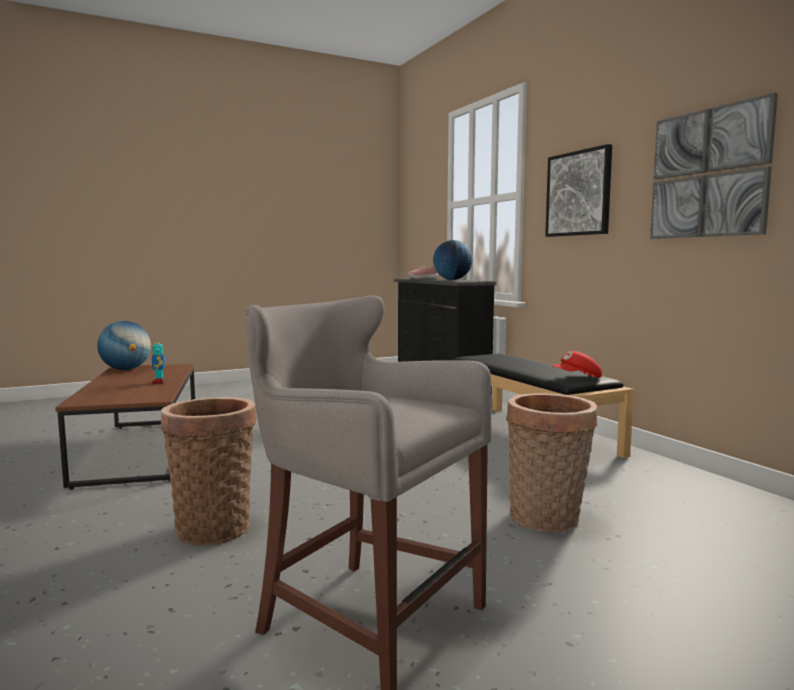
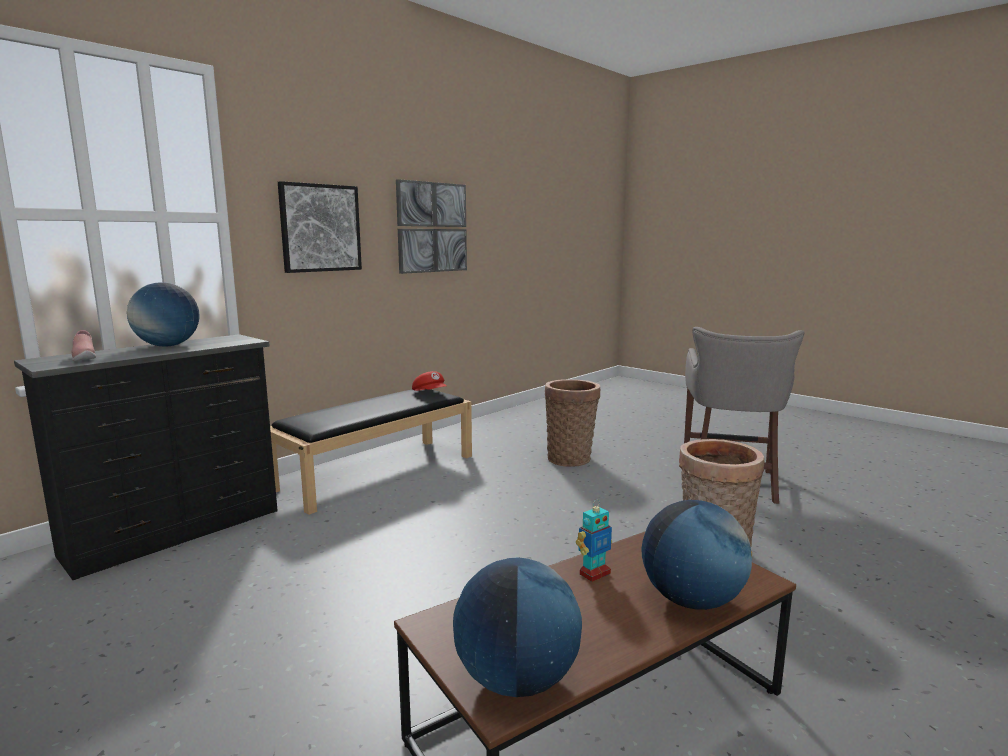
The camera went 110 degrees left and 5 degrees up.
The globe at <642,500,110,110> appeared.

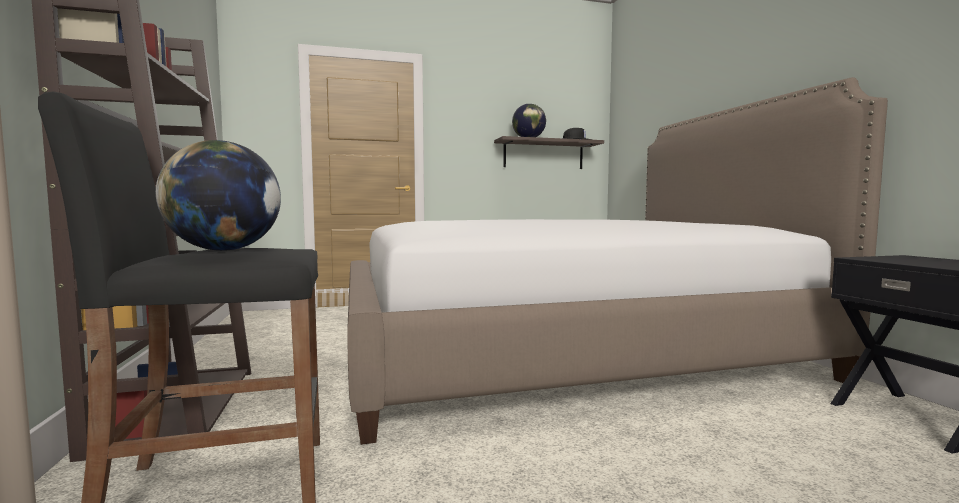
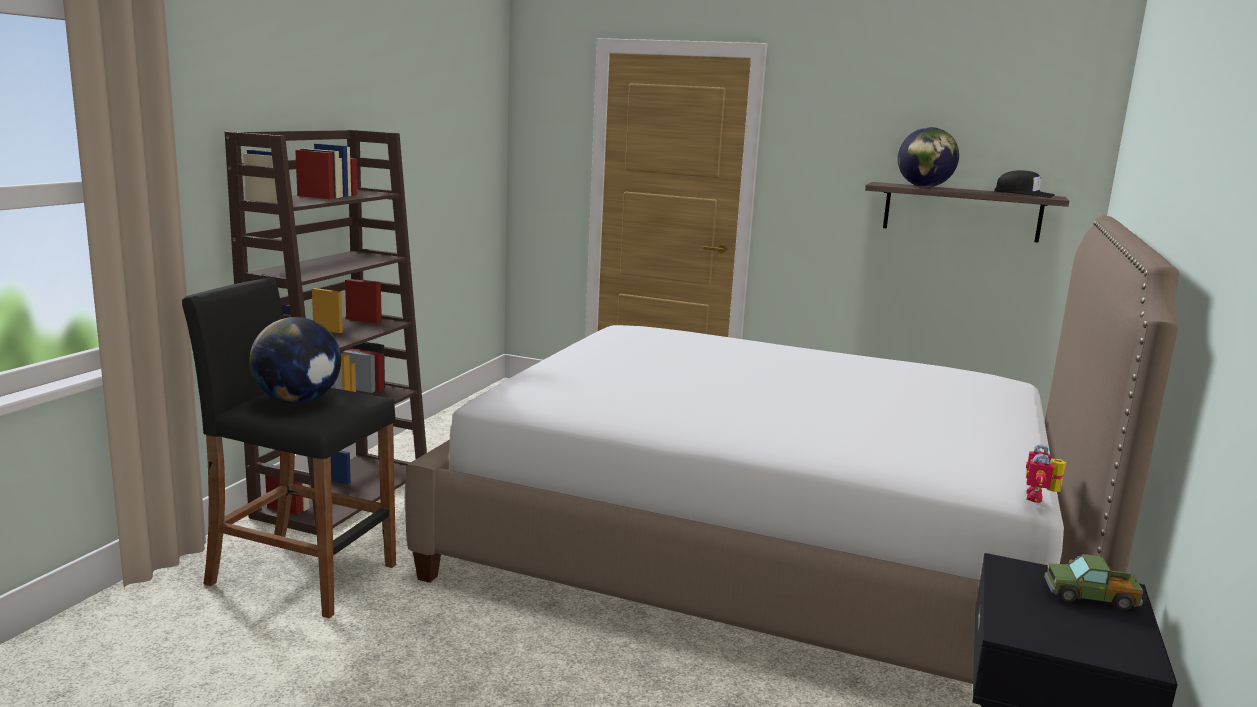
The camera went 35 degrees right and 10 degrees up.
The robot jouet at <1026,445,40,58> appeared.
The camion jouet at <1044,554,99,56> appeared.

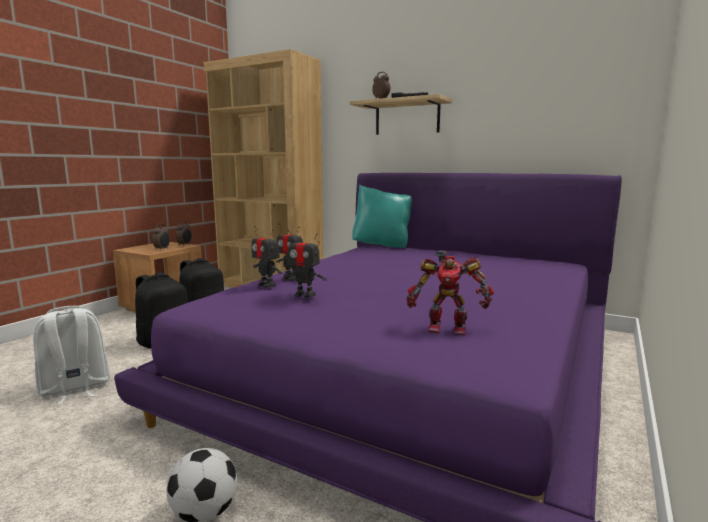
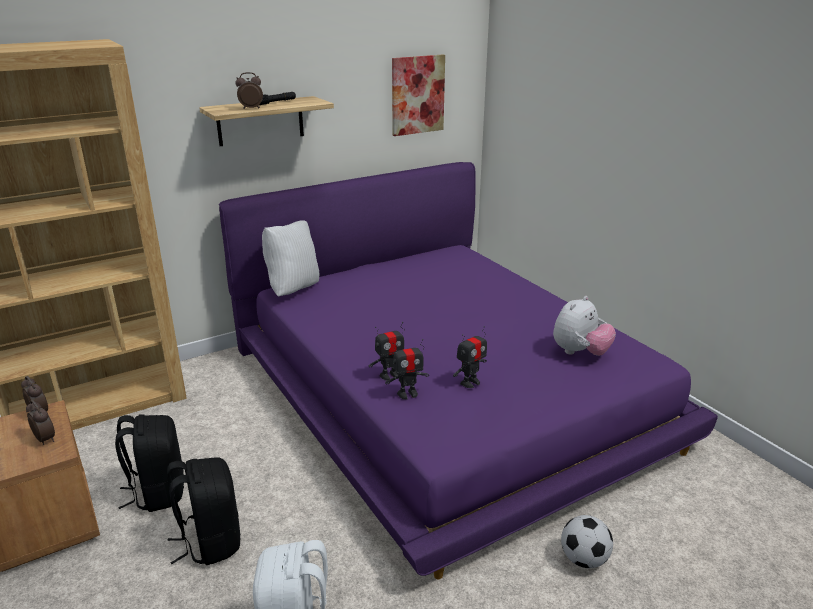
The camera went 60 degrees left and 15 degrees up.
The tableau at <392,55,53,81> appeared.
The robot jouet at <407,251,87,84> was replaced by the peluche at <553,296,63,60>.
The coussin/turquoise at <352,185,60,63> became the coussin/blanc at <262,220,57,76>.

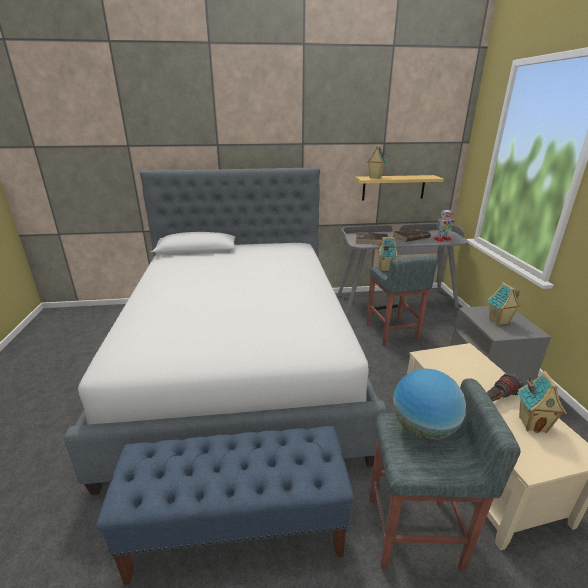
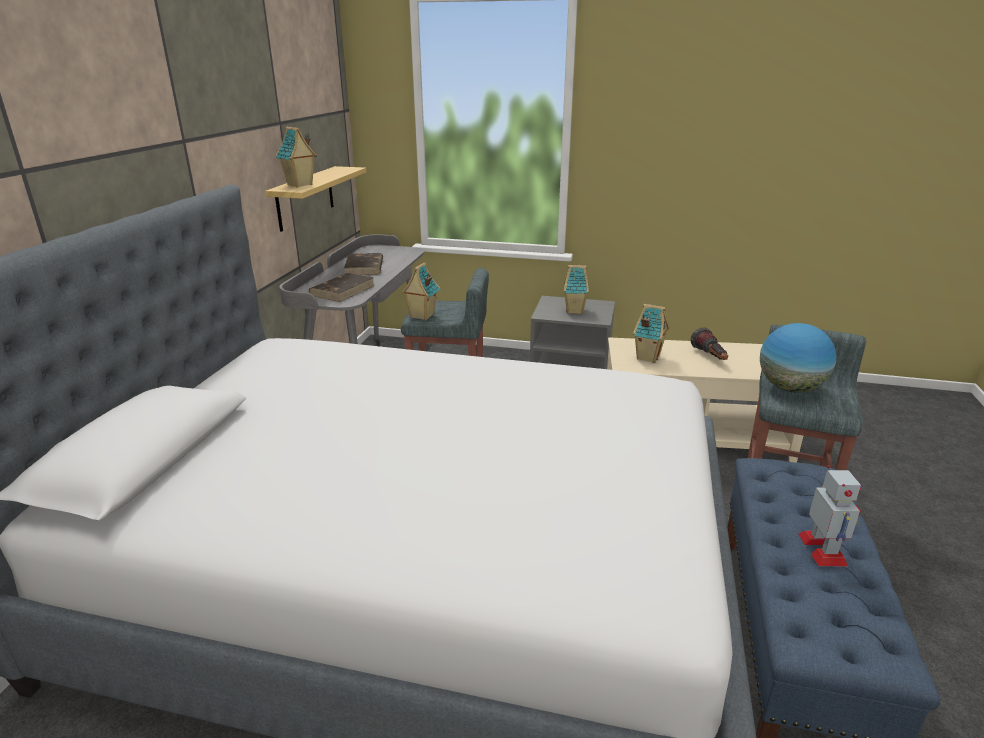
The camera went 70 degrees left and 0 degrees up.
The robot jouet moved from <434,209,19,33> to <799,465,62,101>.
The maison miniature moved from <517,371,50,62> to <633,304,36,59>.

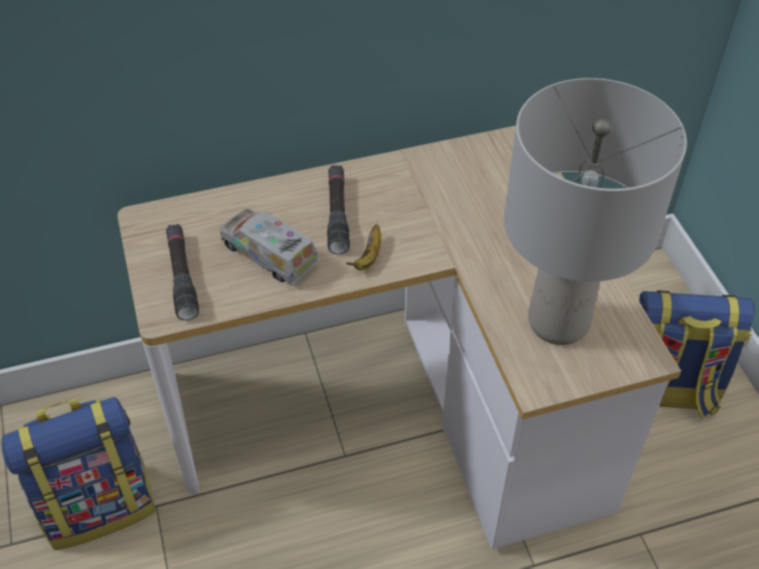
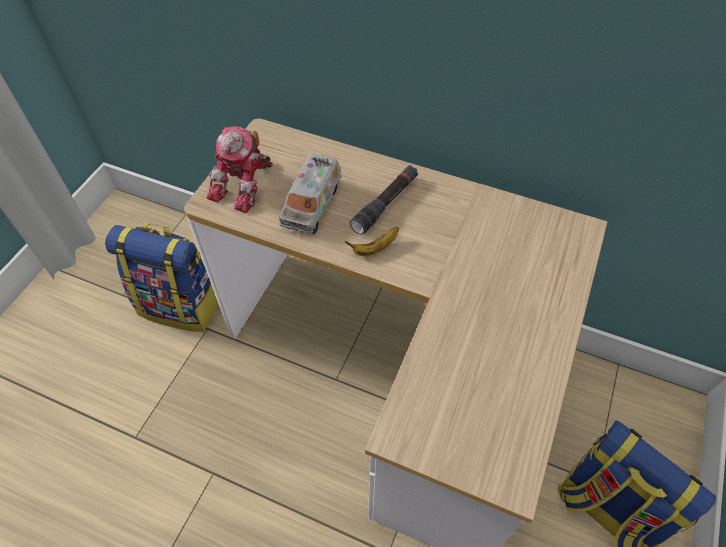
The camera went 40 degrees right and 5 degrees up.
The lampe de table/gris at <504,78,183,267> disappeared.
The lampe de poche/noir at <166,224,33,96> was replaced by the robot jouet at <206,126,67,87>.
The camion jouet at <220,208,98,77> turned 150 degrees counterclockwise.

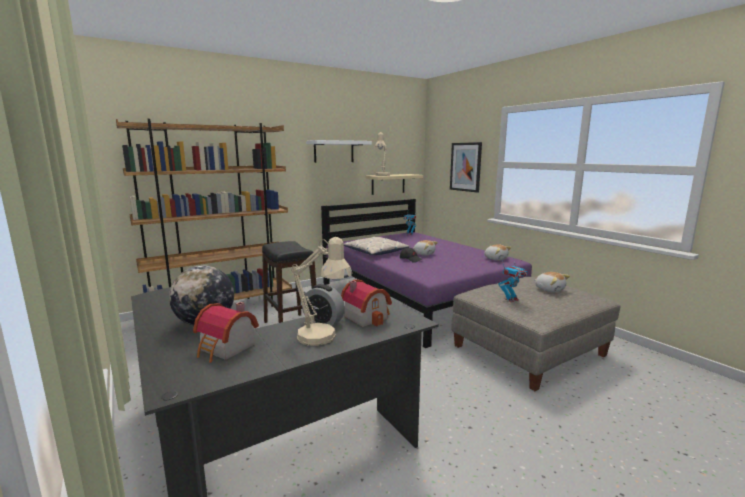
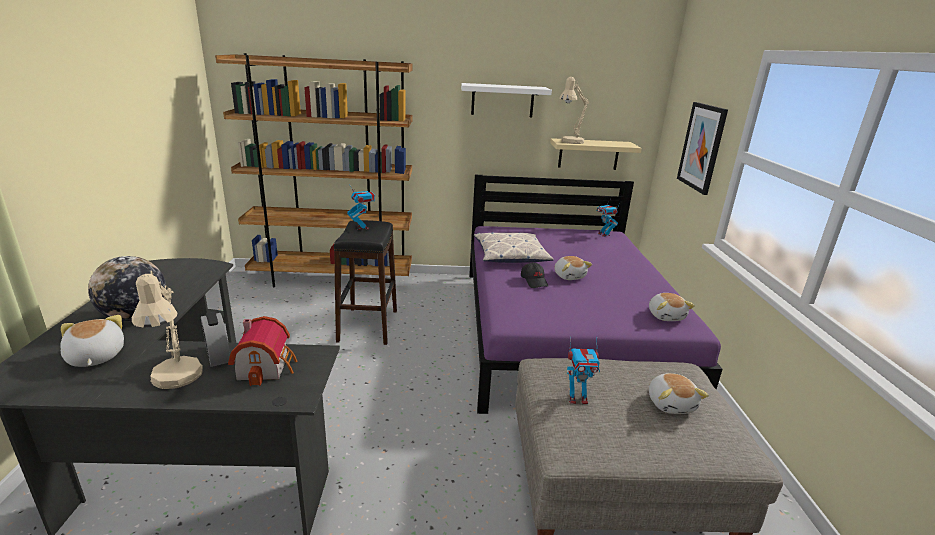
The camera went 30 degrees right and 10 degrees up.
The robot jouet at <347,184,28,46> appeared.
The maison miniature at <193,302,66,61> was replaced by the peluche at <60,315,64,52>.

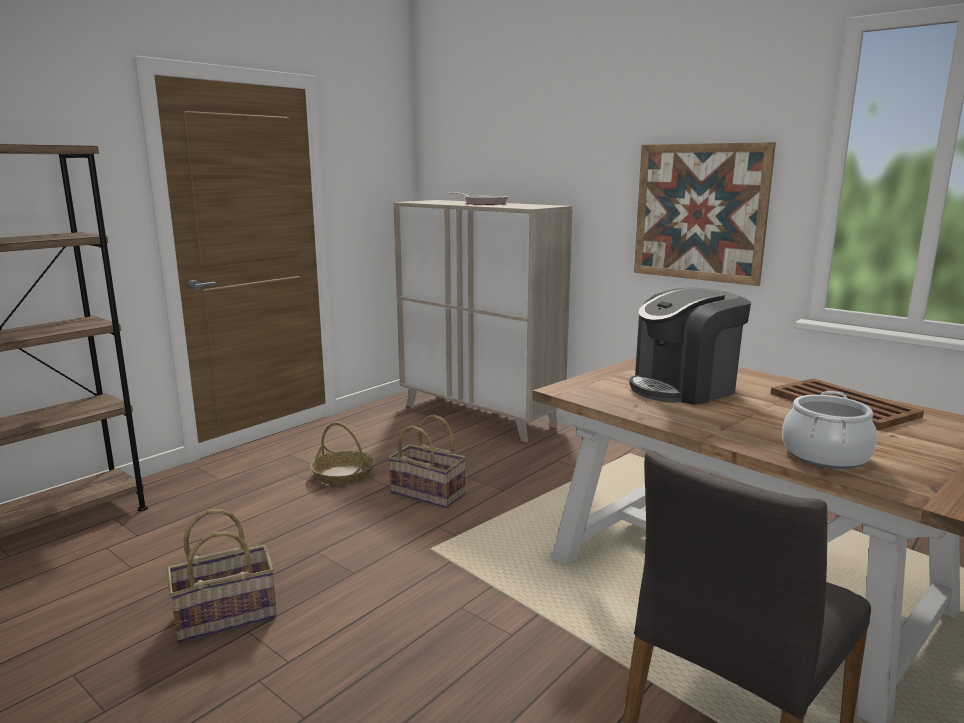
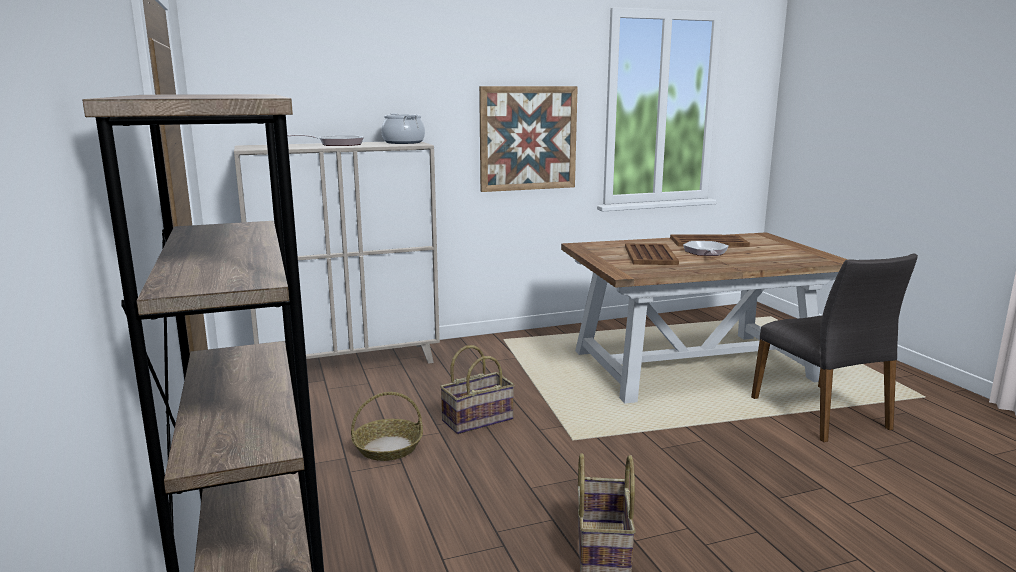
The camera went 60 degrees left and 0 degrees up.
The poêle at <683,241,46,15> appeared.
The marmite moved from <782,391,95,78> to <381,113,44,31>.
The machine à café at <629,288,122,117> was replaced by the plateau/marron at <625,243,54,22>.

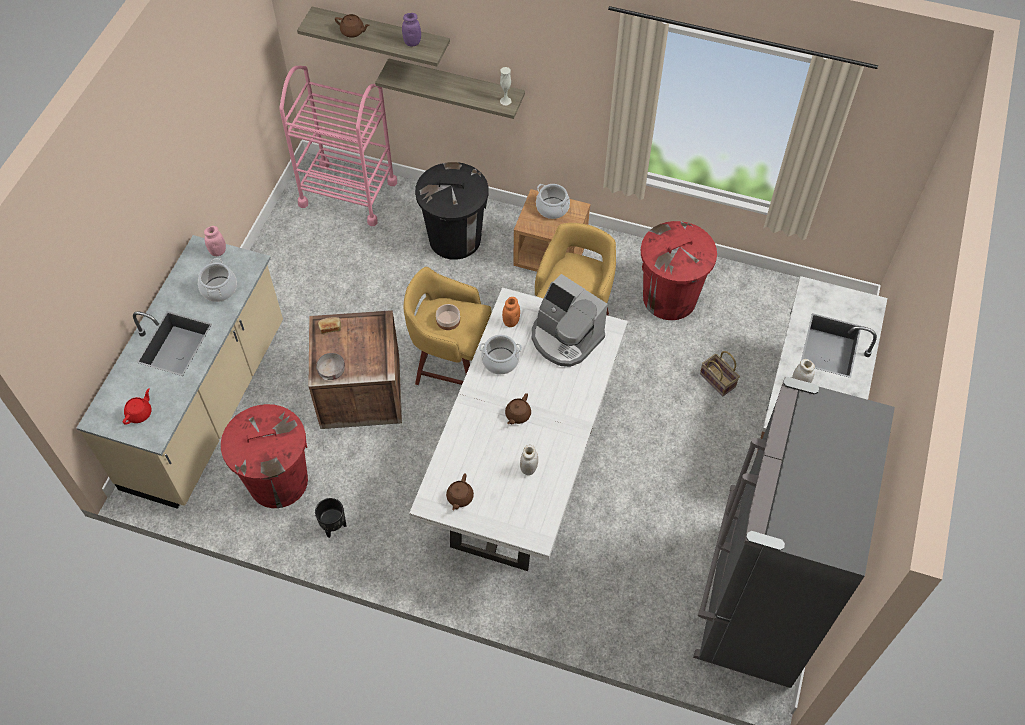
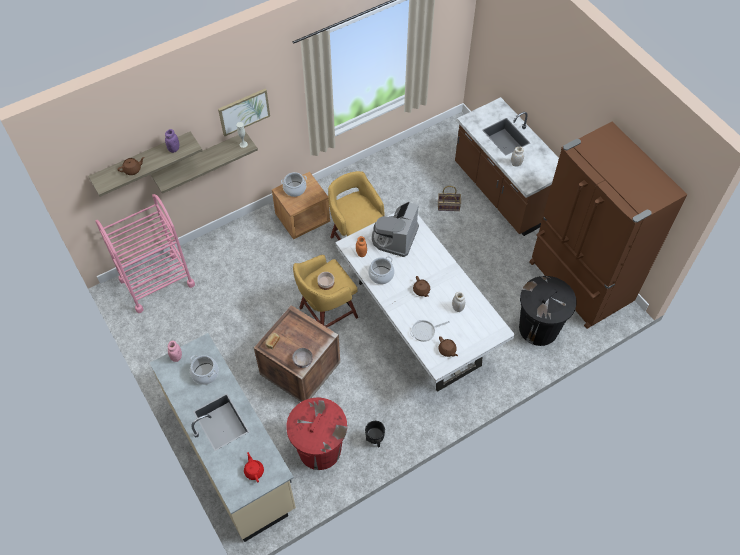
The camera went 50 degrees left and 0 degrees up.
The poubelle/rouge at <641,221,76,99> disappeared.
The tableau at <218,89,52,47> appeared.
The poêle at <410,320,40,22> appeared.
The poubelle/noir moved from <415,162,74,98> to <519,276,57,70>.
The réfrigérateur/gris at <693,377,202,311> became the réfrigérateur/marron at <530,122,158,207>.
The machine à café at <532,274,75,93> turned 120 degrees clockwise.

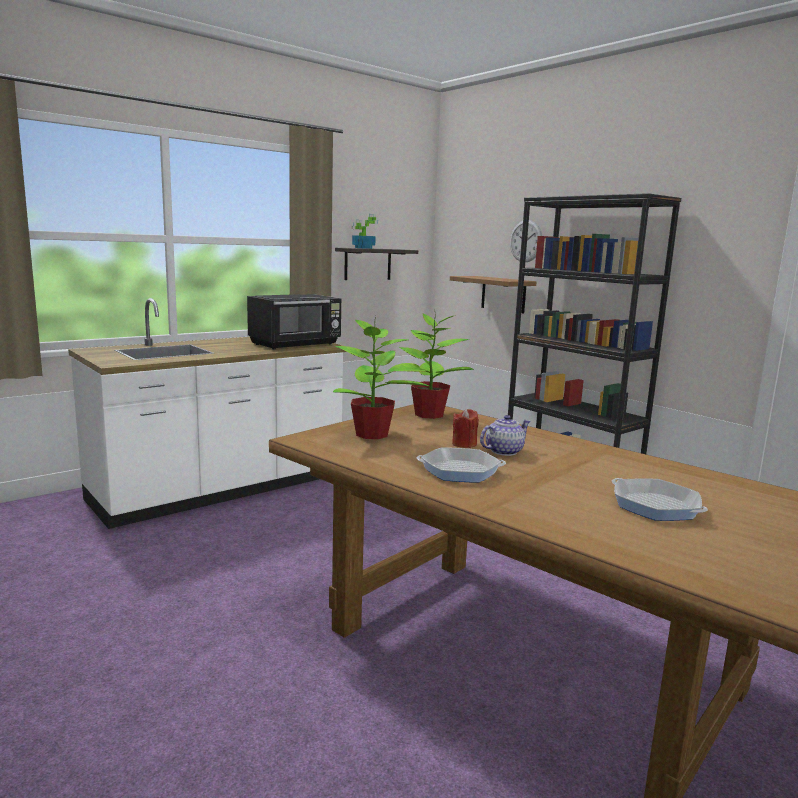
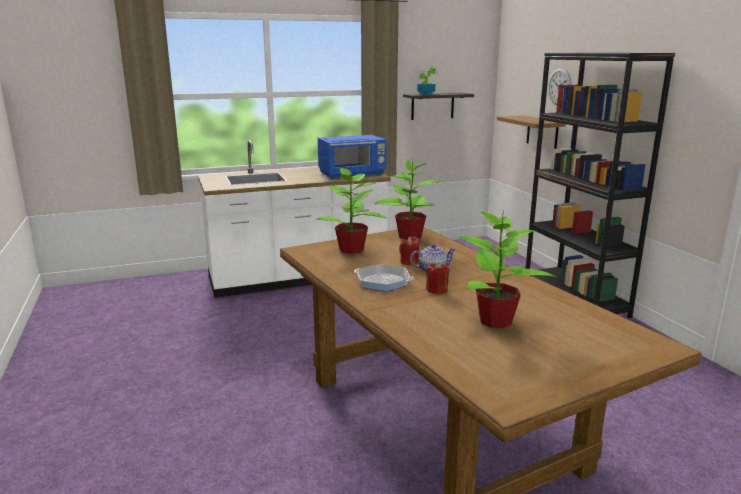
The camera went 20 degrees right and 5 degrees up.
The bougie/rouge at <426,262,23,32> appeared.
The poêle at <612,478,96,43> was replaced by the plante en pot at <459,211,98,117>.
The micro-ondes/noir at <247,294,94,56> became the micro-ondes/bleu at <318,135,69,44>.

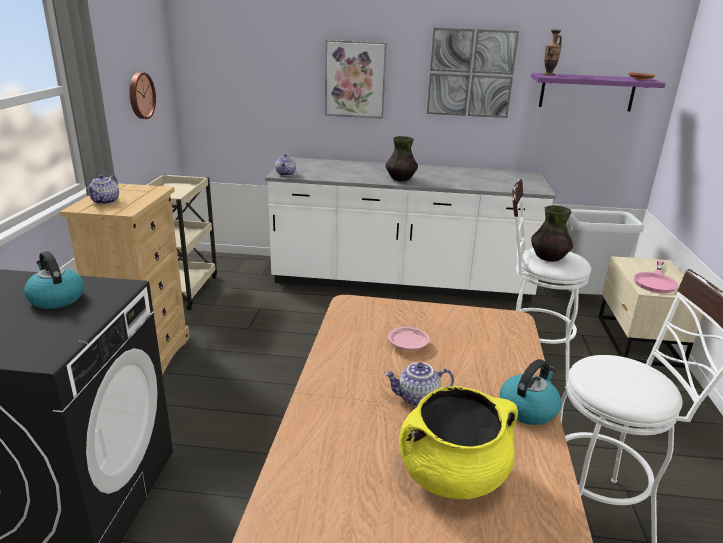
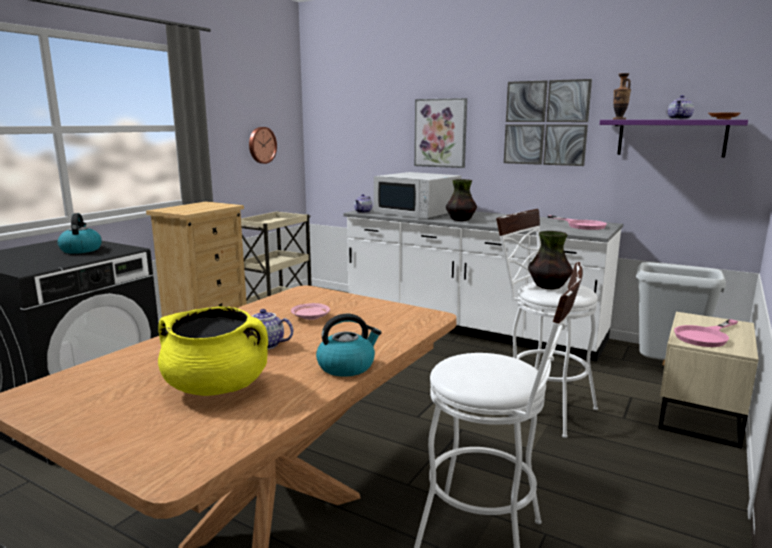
The camera went 25 degrees right and 10 degrees down.
The micro-ondes/blanc at <374,172,88,47> appeared.
The poêle/rose at <548,215,59,15> appeared.
The théière moved from <87,175,32,30> to <668,95,26,24>.

